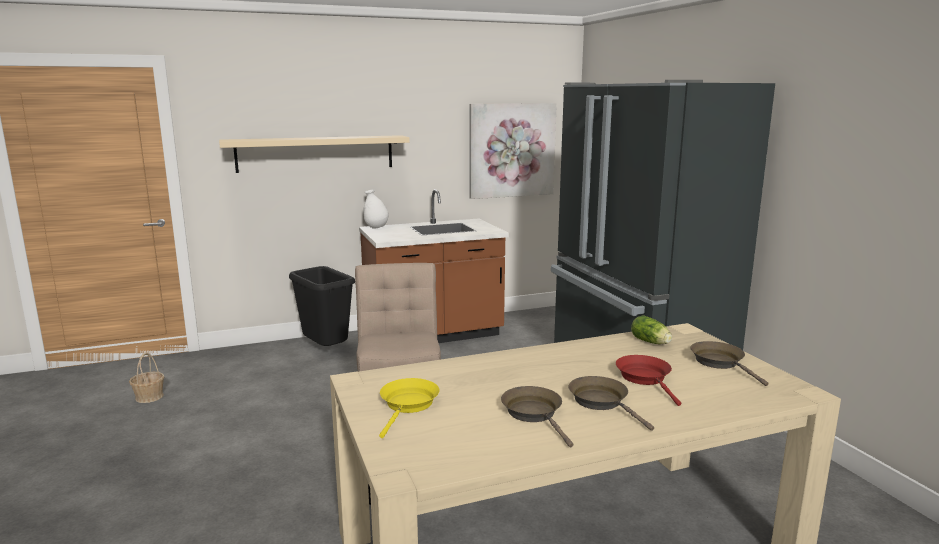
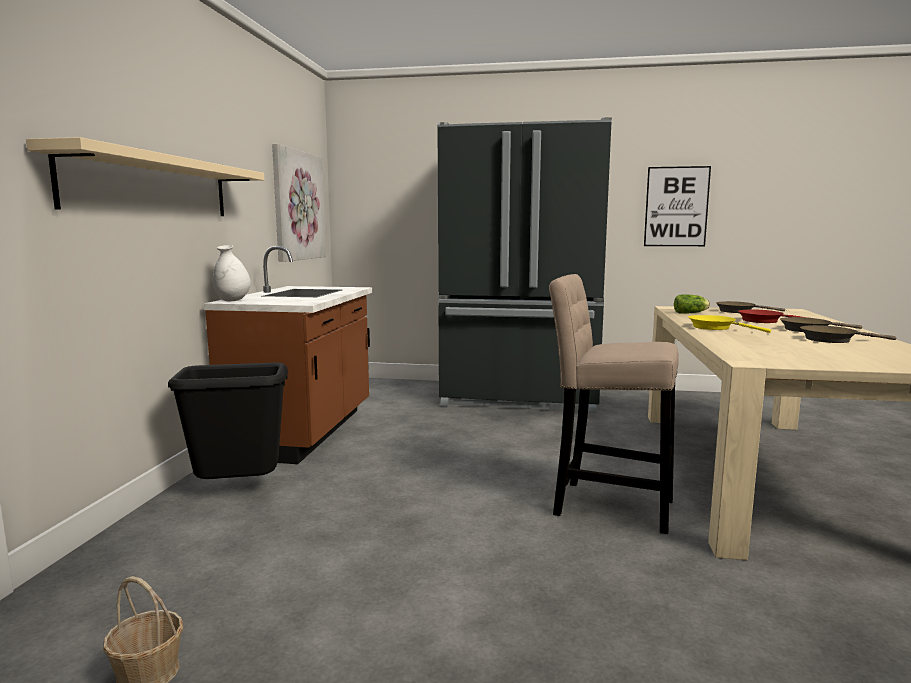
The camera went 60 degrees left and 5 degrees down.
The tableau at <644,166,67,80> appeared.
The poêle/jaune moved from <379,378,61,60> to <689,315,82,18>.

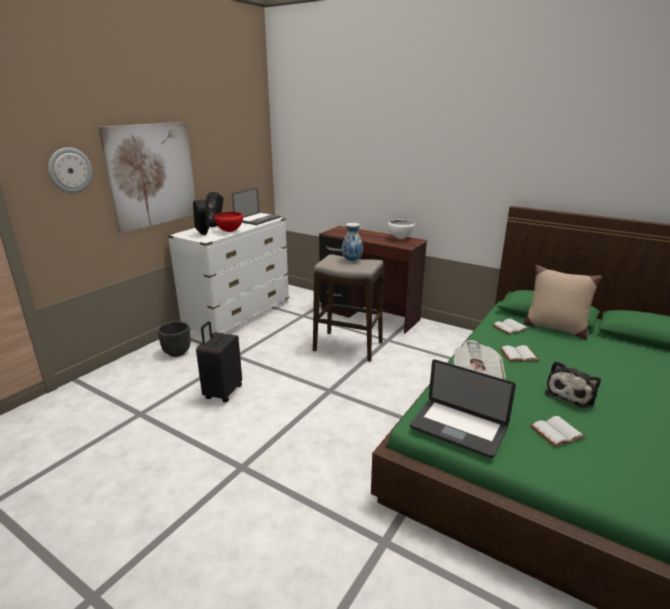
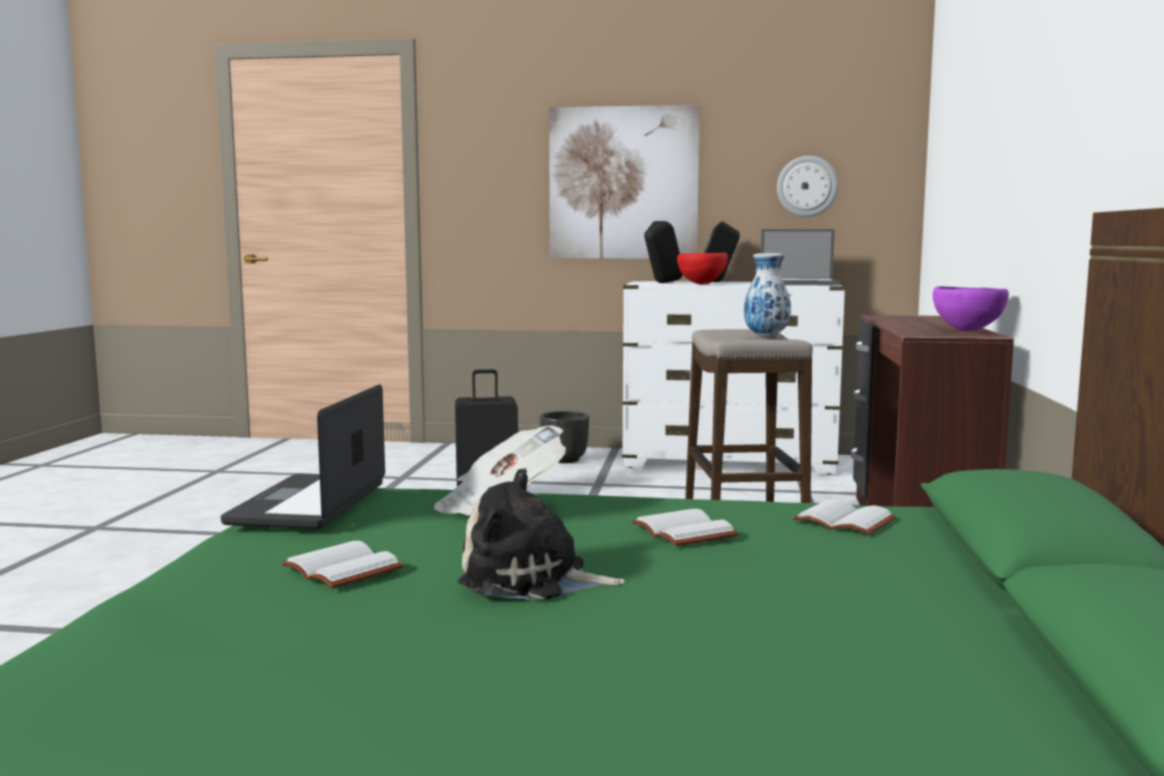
The camera went 65 degrees right and 15 degrees down.
The coussin/beige at <524,265,78,75> disappeared.
The horloge murale moved from <48,147,44,46> to <777,156,61,61>.
The bol/blanc at <388,220,27,19> became the bol/violet at <933,286,76,45>.

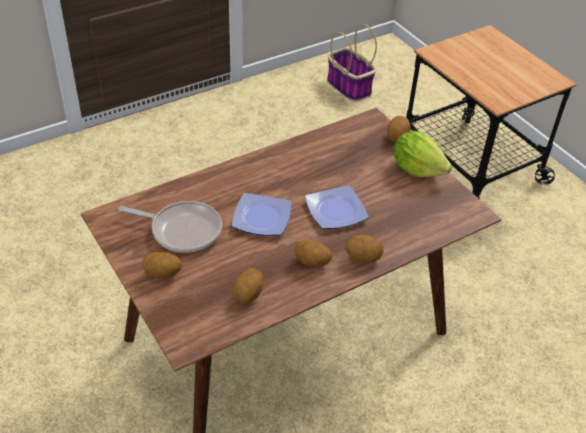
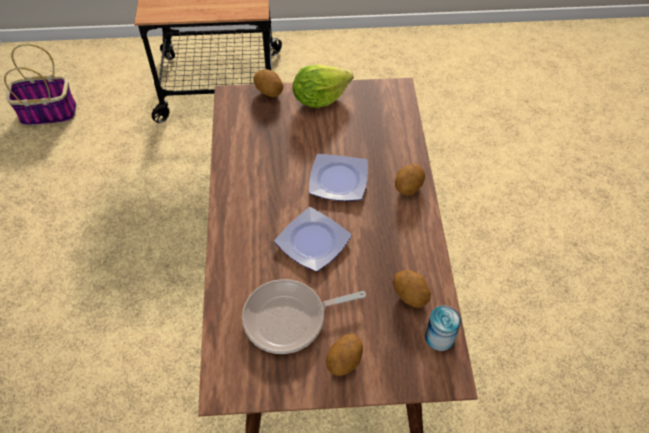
The camera went 60 degrees left and 10 degrees up.
The pomme de terre at <294,239,38,28> disappeared.
The boîte métallique at <425,305,36,46> appeared.
The poêle at <119,201,103,52> turned 150 degrees counterclockwise.

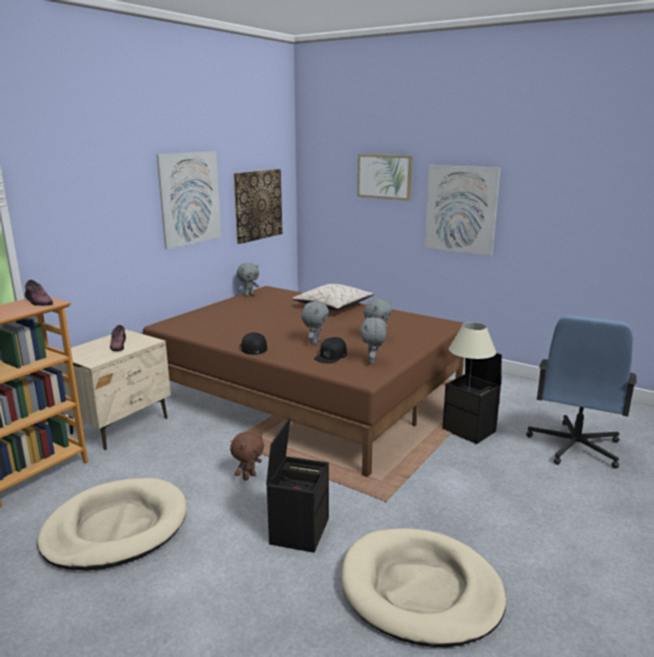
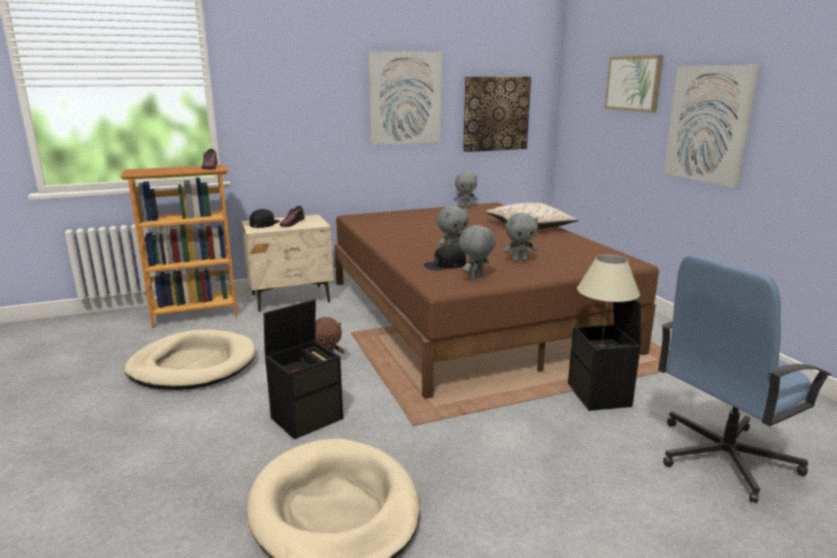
The camera went 35 degrees right and 0 degrees up.
The casquette/noir moved from <240,332,27,23> to <249,209,31,19>.

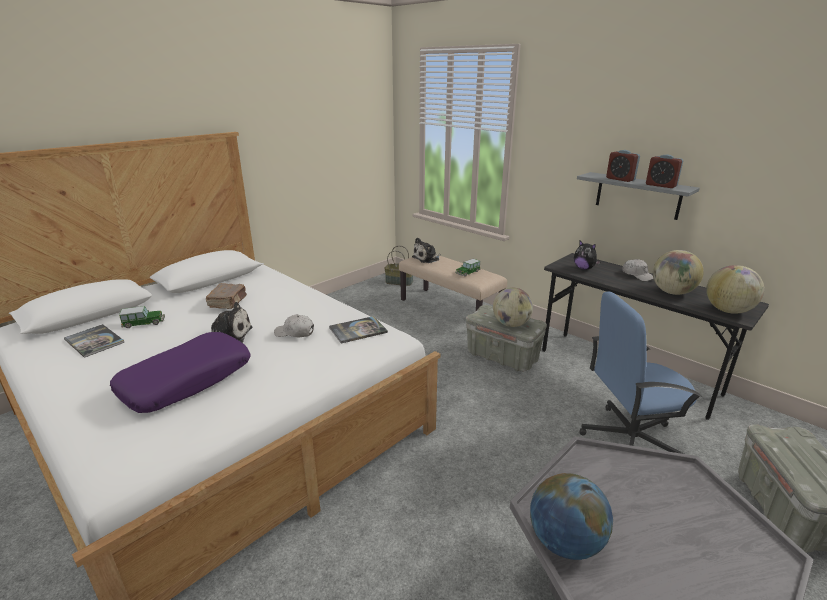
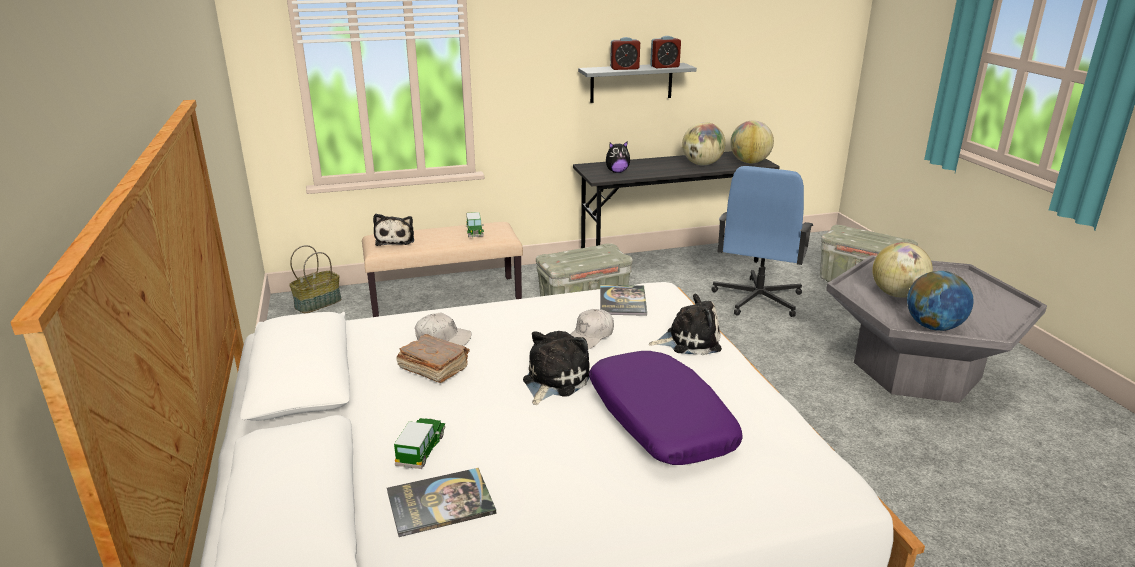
The camera went 60 degrees left and 0 degrees up.
The peluche at <649,294,73,61> appeared.
The globe moved from <493,288,40,39> to <872,242,61,56>.
The casquette/blanc moved from <623,259,31,22> to <415,313,57,33>.

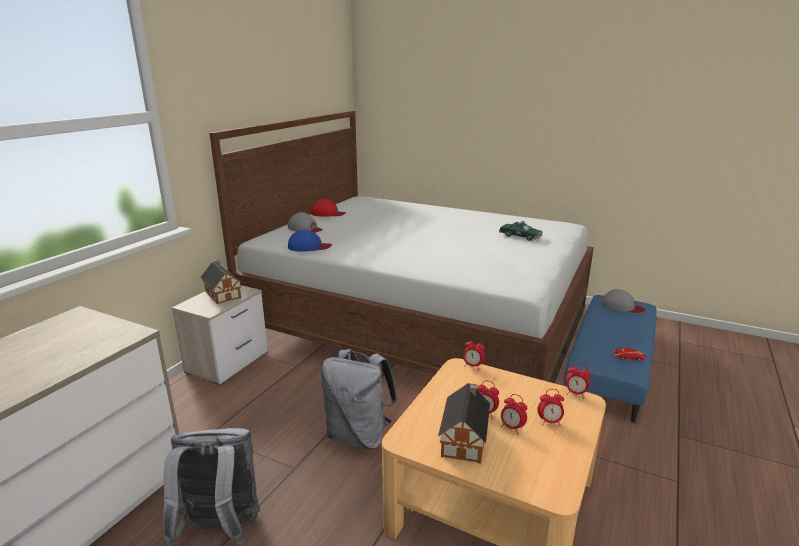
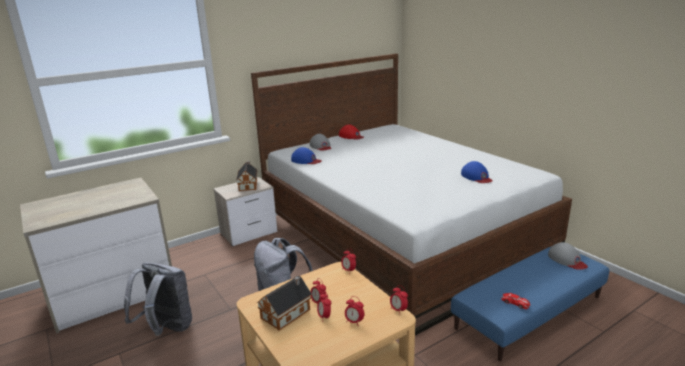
The camera went 30 degrees right and 0 degrees up.
The petite voiture at <499,221,44,20> was replaced by the casquette/bleu at <461,161,32,22>.

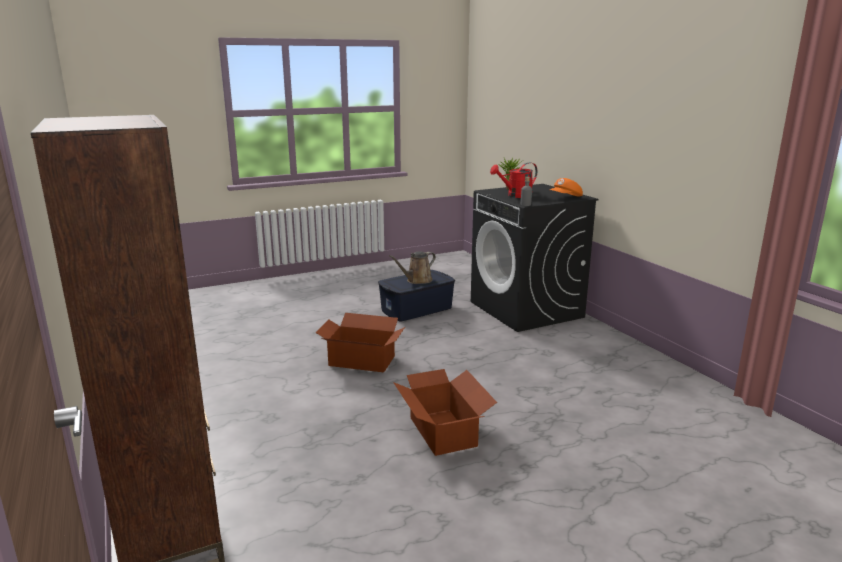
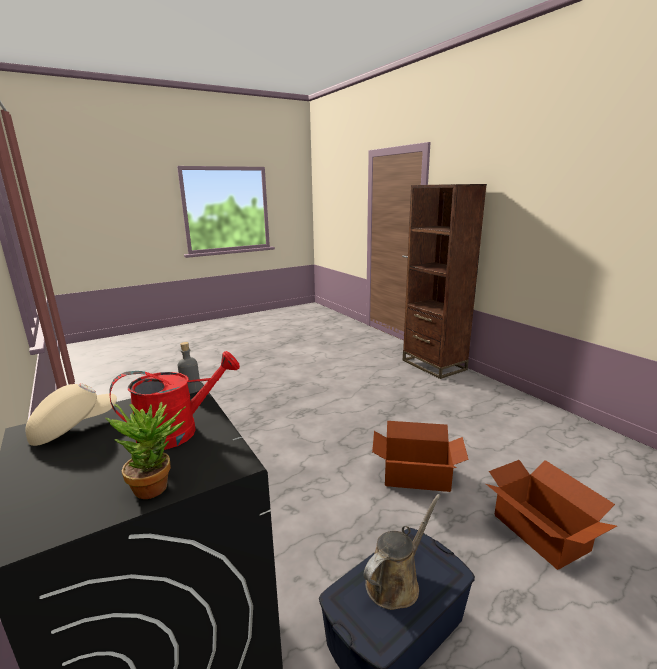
The camera went 175 degrees right and 0 degrees up.
The carton moved from <393,369,104,87> to <486,460,131,110>.
The casquette/orange at <550,178,33,18> became the casquette/beige at <26,383,91,63>.

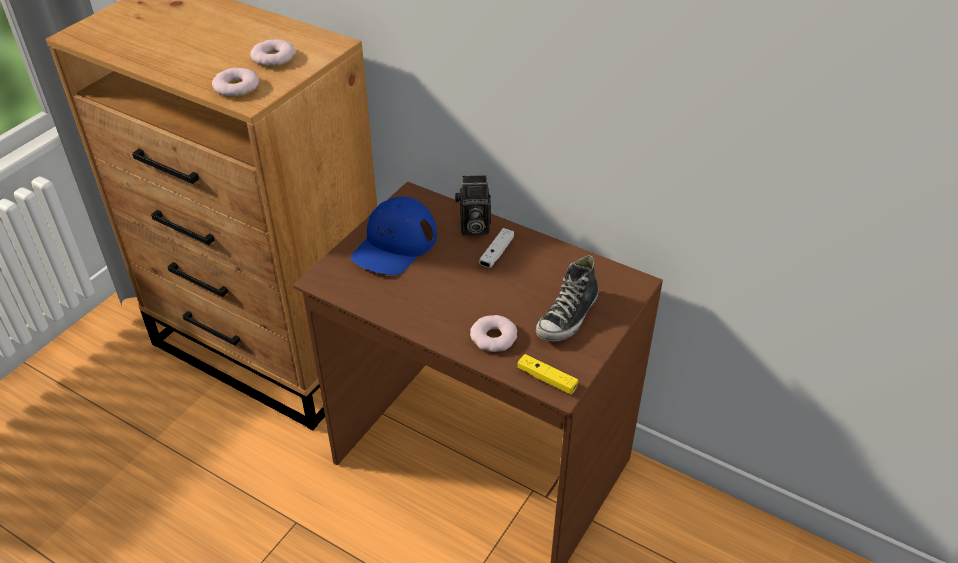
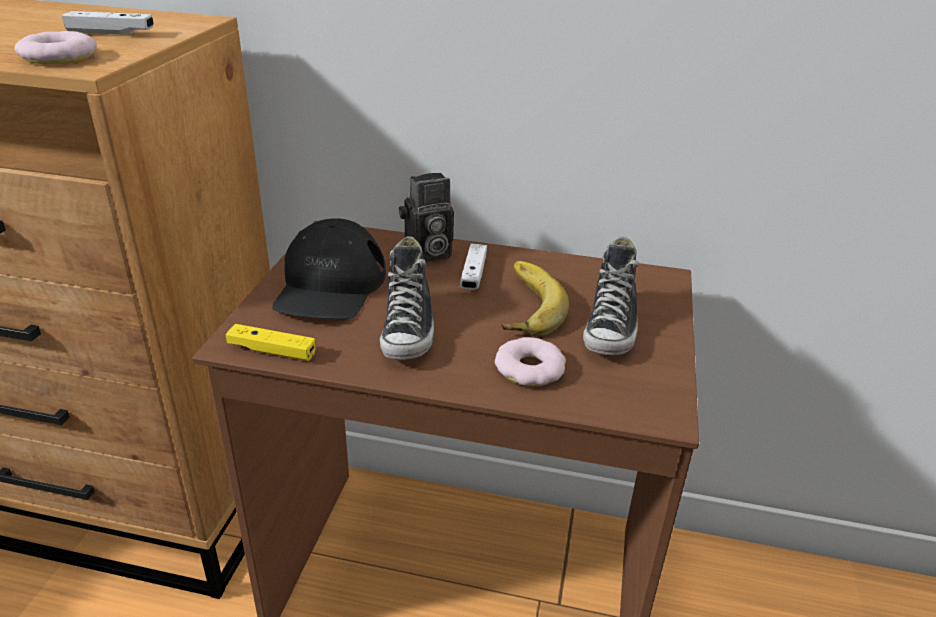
The camera went 20 degrees left and 10 degrees down.
The chaussure at <380,236,54,124> appeared.
The banane at <501,261,68,75> appeared.
The manette/jaune moved from <517,354,61,41> to <226,324,90,37>.
The beignet at <250,39,46,28> was replaced by the manette/blanc at <62,11,92,24>.
The casquette/bleu at <351,197,86,78> became the casquette/noir at <272,218,114,101>.

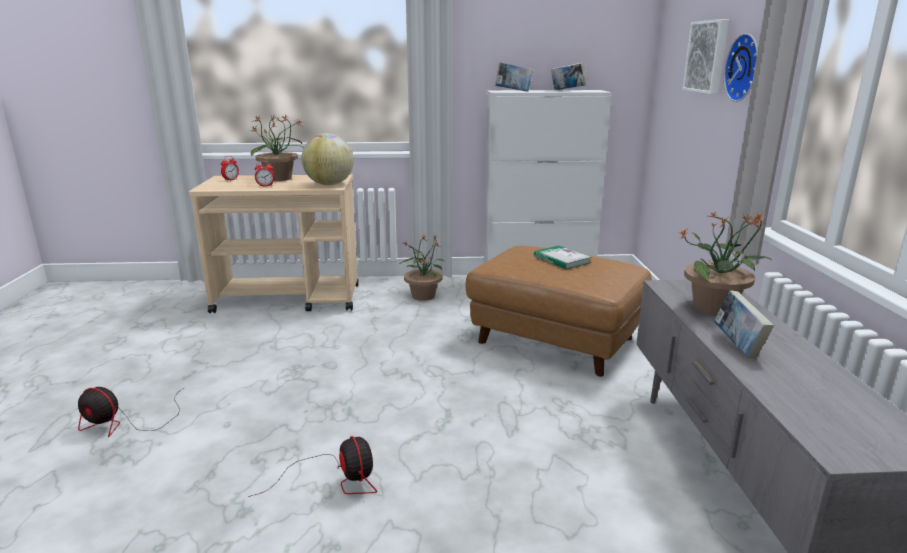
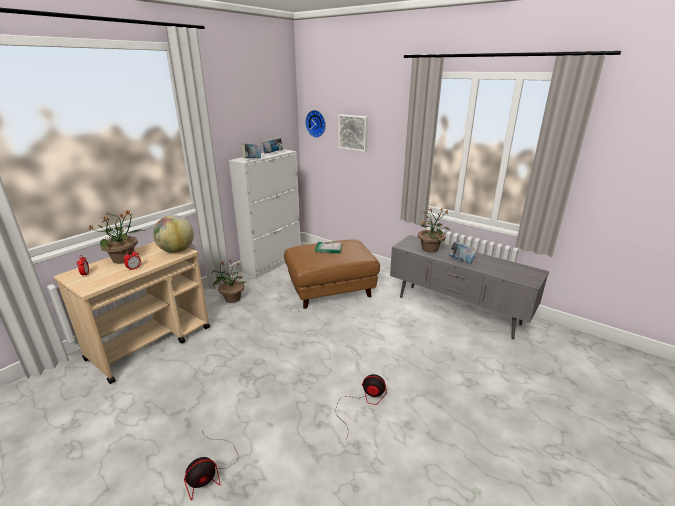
The camera went 50 degrees left and 5 degrees up.
The horloge murale moved from <724,33,34,69> to <305,110,21,28>.

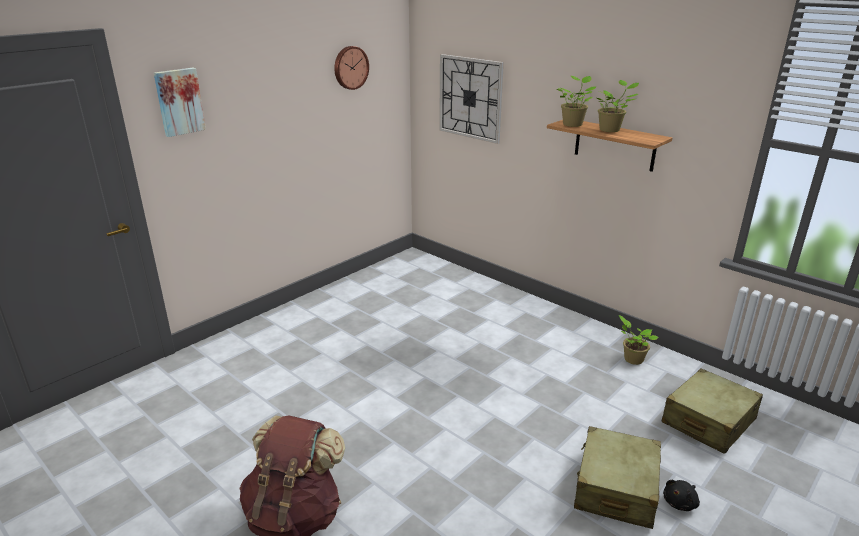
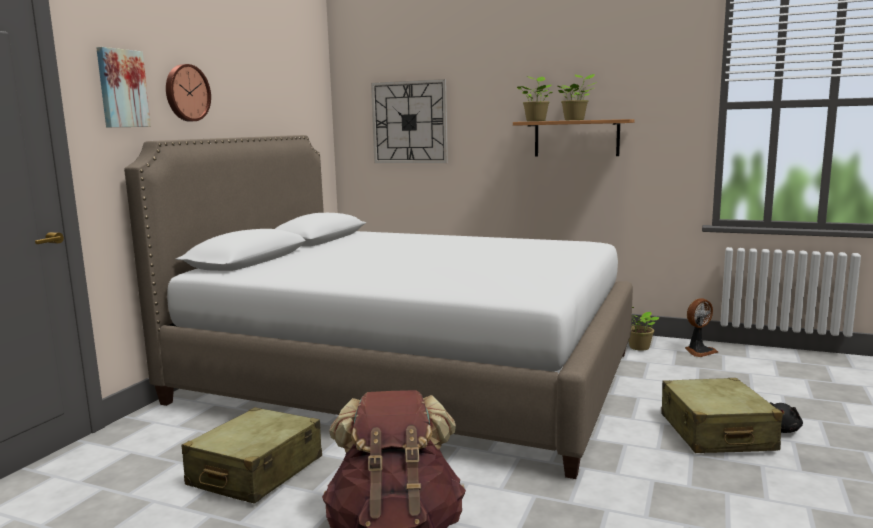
The camera went 20 degrees left and 15 degrees down.
The lit/blanc at <124,135,509,344> appeared.
The ventilateur at <685,298,33,59> appeared.
The horloge murale moved from <334,46,35,44> to <166,64,45,57>.
The valise/beige moved from <662,368,101,86> to <181,407,141,97>.

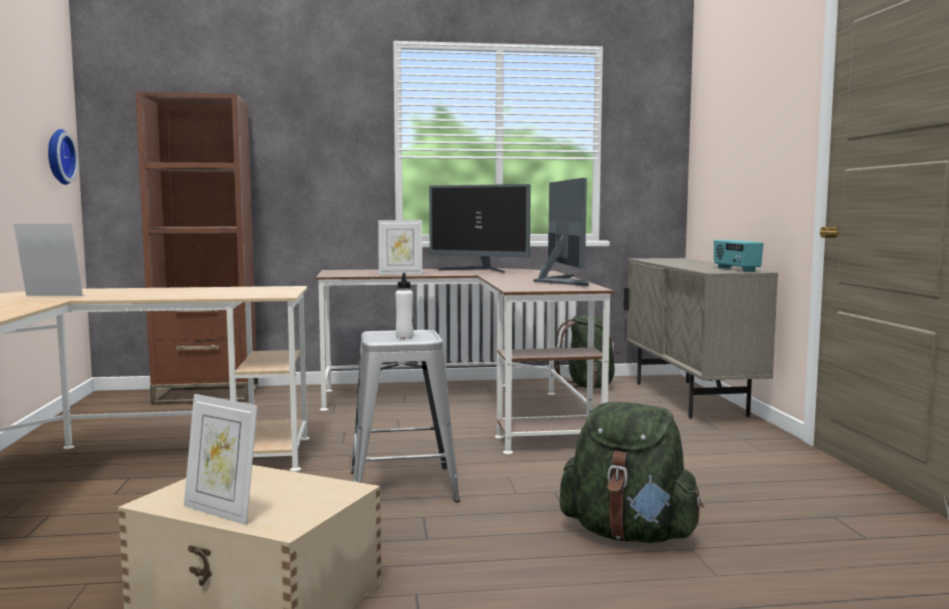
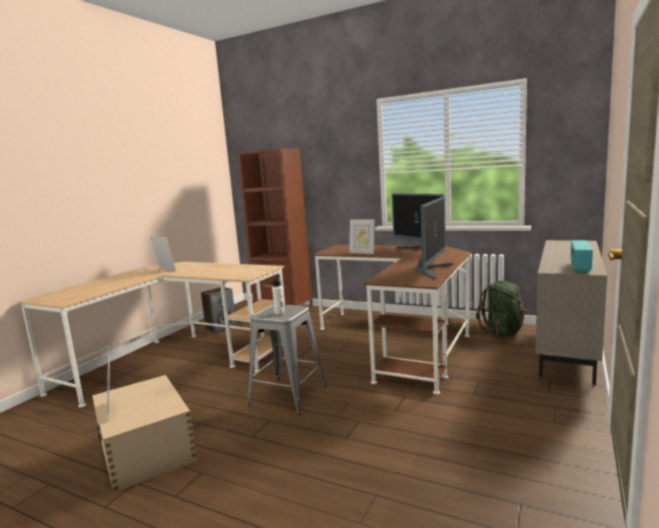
The camera went 35 degrees right and 5 degrees up.
The horloge murale at <48,129,30,56> disappeared.
The sac à dos/vert at <560,402,144,141> disappeared.
The enceinte at <201,287,35,46> appeared.

